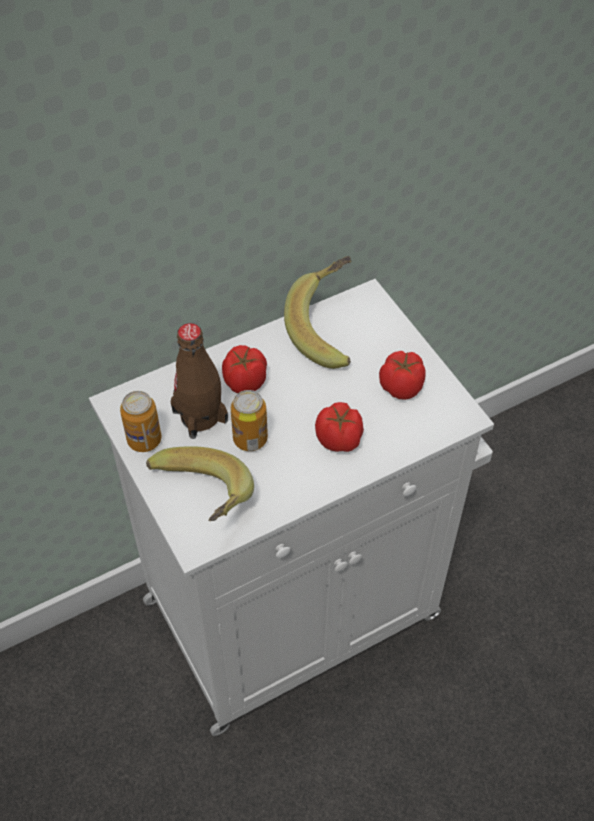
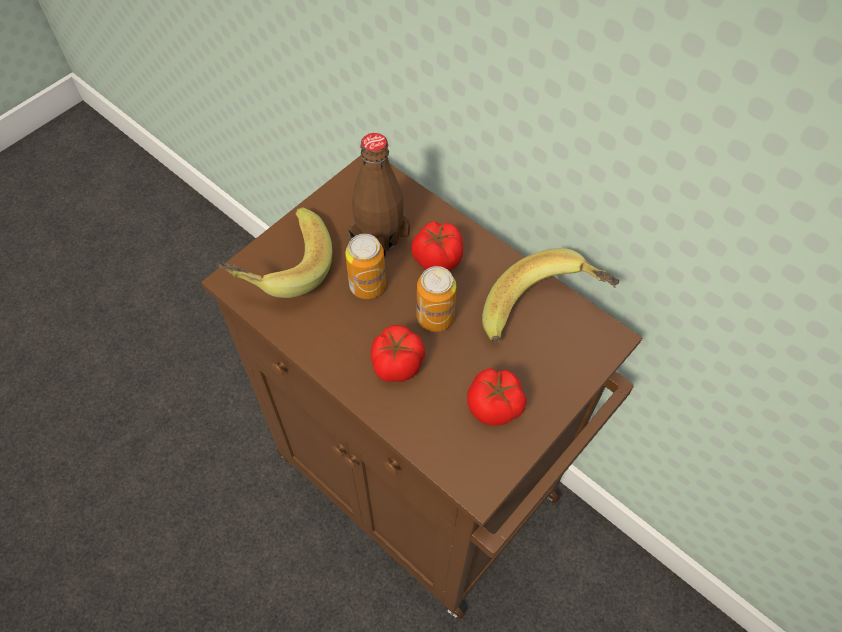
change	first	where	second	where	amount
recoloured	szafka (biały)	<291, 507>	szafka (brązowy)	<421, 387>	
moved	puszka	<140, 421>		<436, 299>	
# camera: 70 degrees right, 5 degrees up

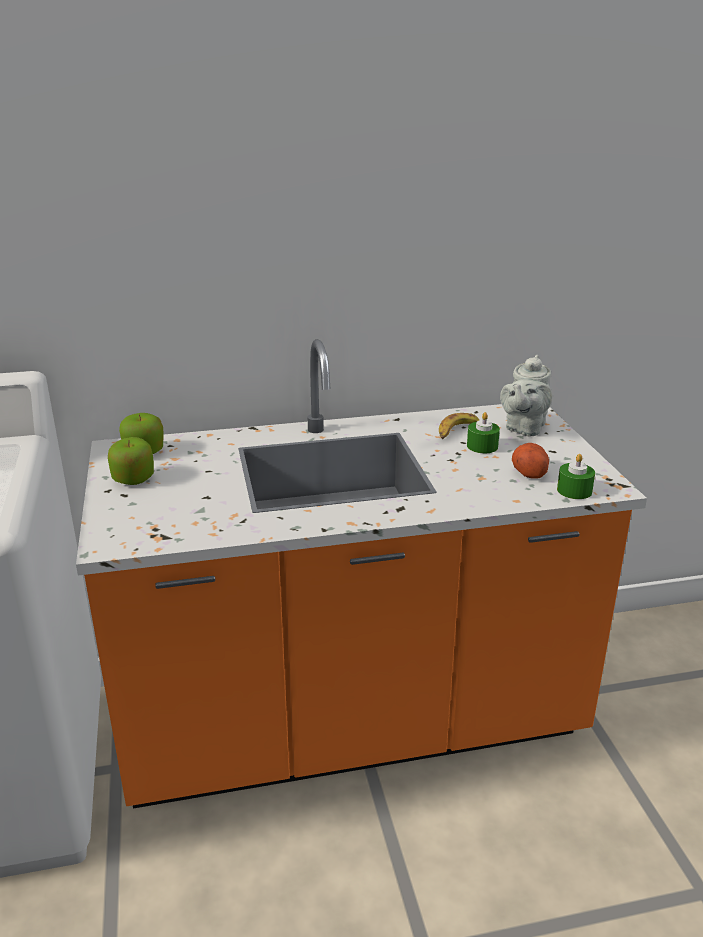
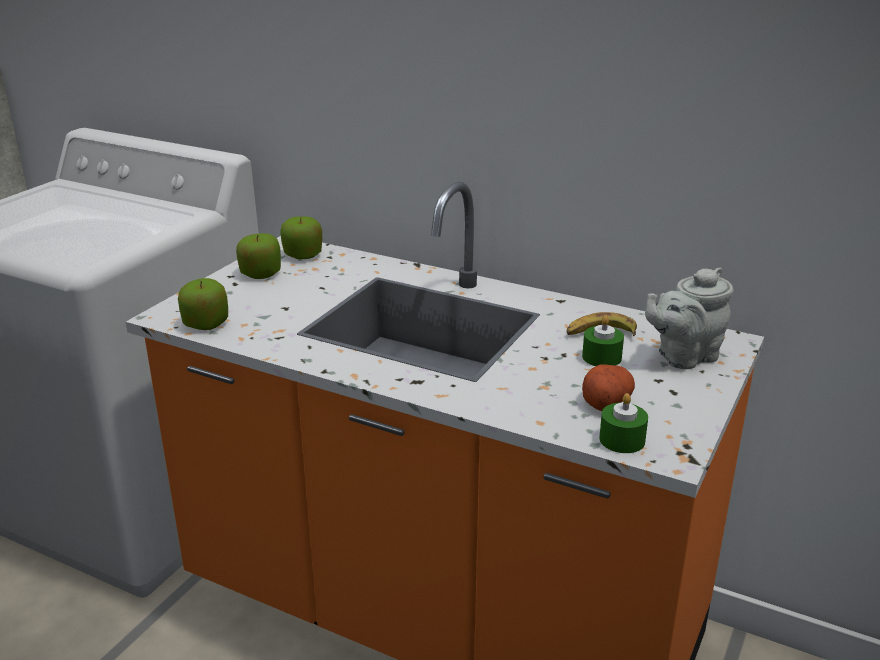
change	first	where	second	where	amount
added			jabłko	<203, 304>	
# camera: 40 degrees right, 0 degrees up

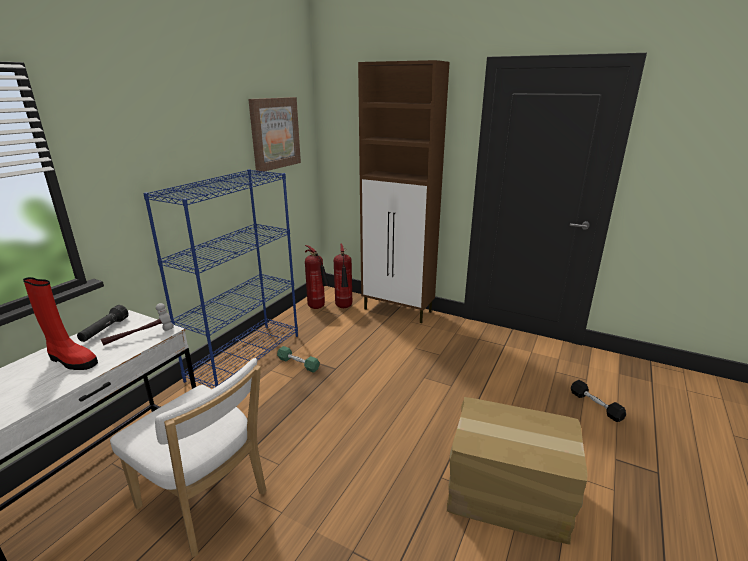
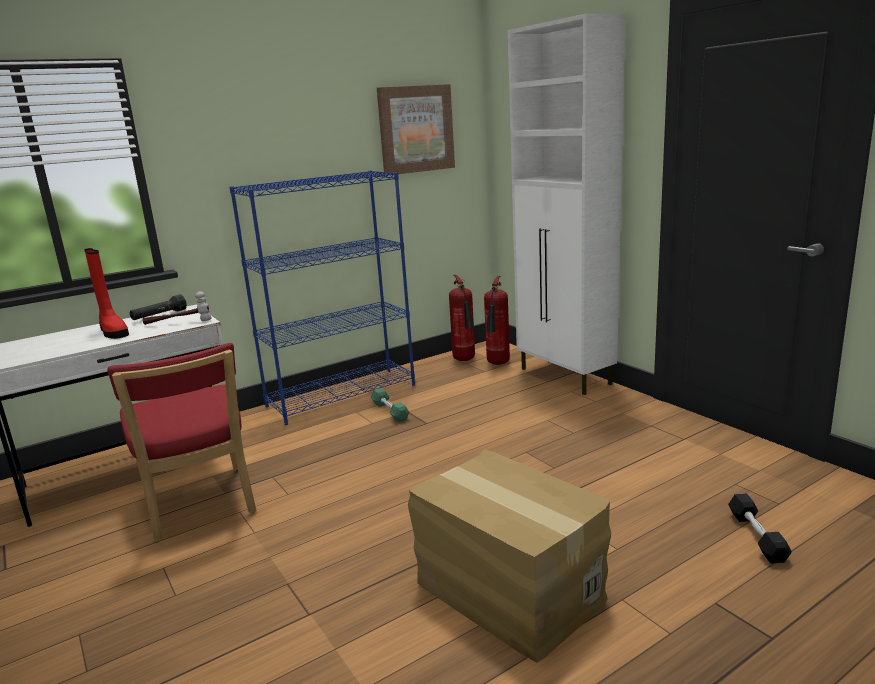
change	first	where	second	where	amount
recoloured	krzesło (biały)	<188, 458>	krzesło (czerwony)	<182, 442>	
recoloured	szafka (brązowy)	<404, 191>	szafka (biały)	<566, 204>	
# camera: 30 degrees right, 5 degrees down

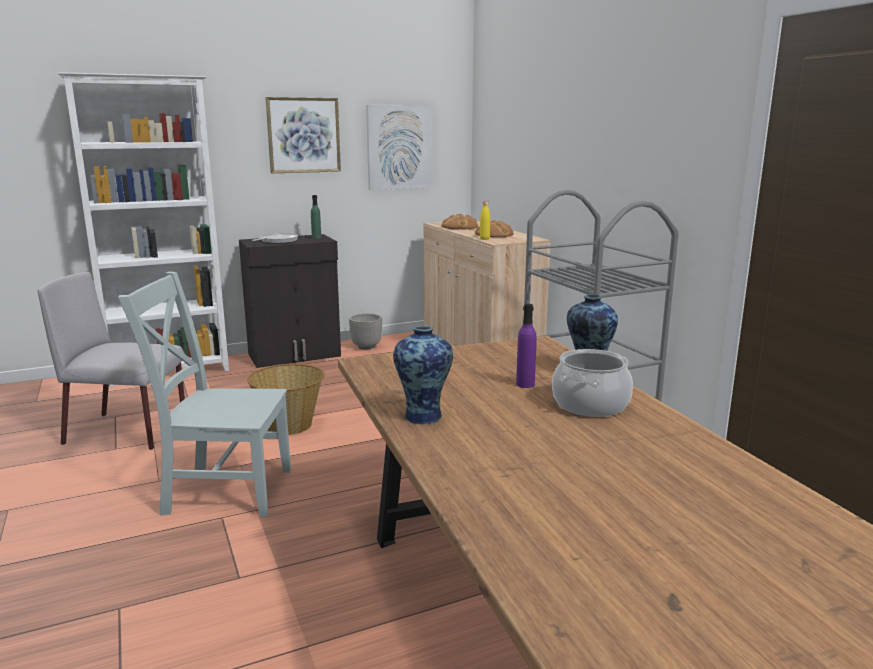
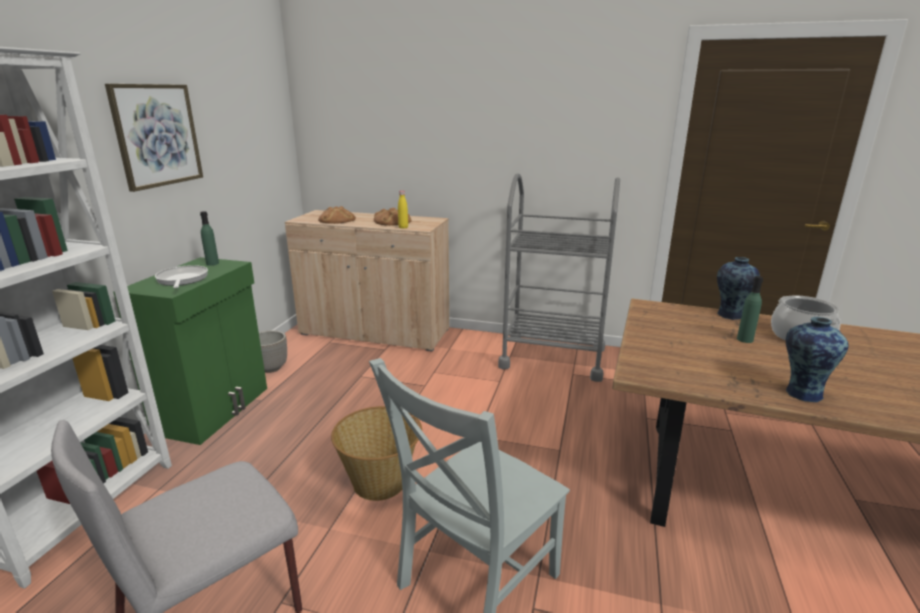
change	first	where	second	where	amount
recoloured	szafka (czarny)	<290, 301>	szafka (zielony)	<190, 351>	
removed	obraz	<399, 147>			
recoloured	butelka (fioletowy)	<526, 346>	butelka (zielony)	<750, 309>	
# camera: 50 degrees left, 5 degrees up

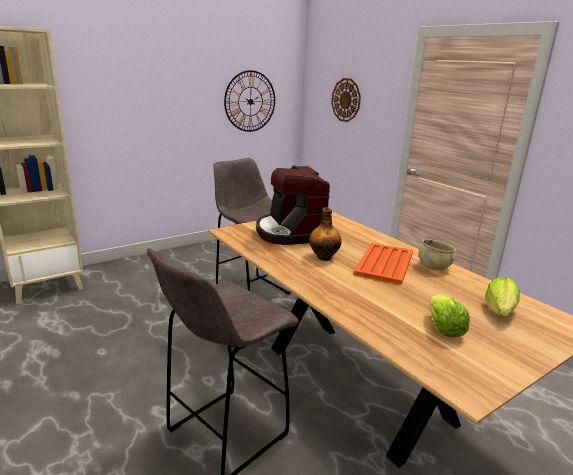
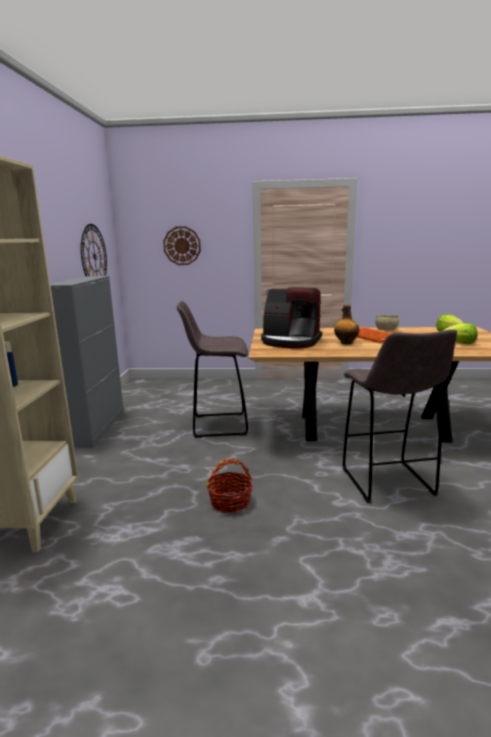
change	first	where	second	where	amount
added			szafka (szary)	<87, 362>	
added			koszyk	<229, 485>	
# camera: 50 degrees left, 5 degrees down

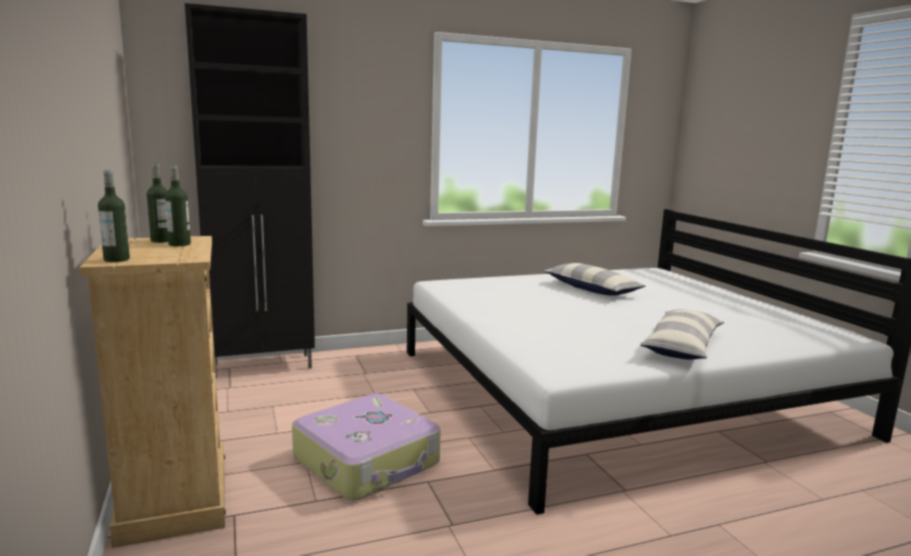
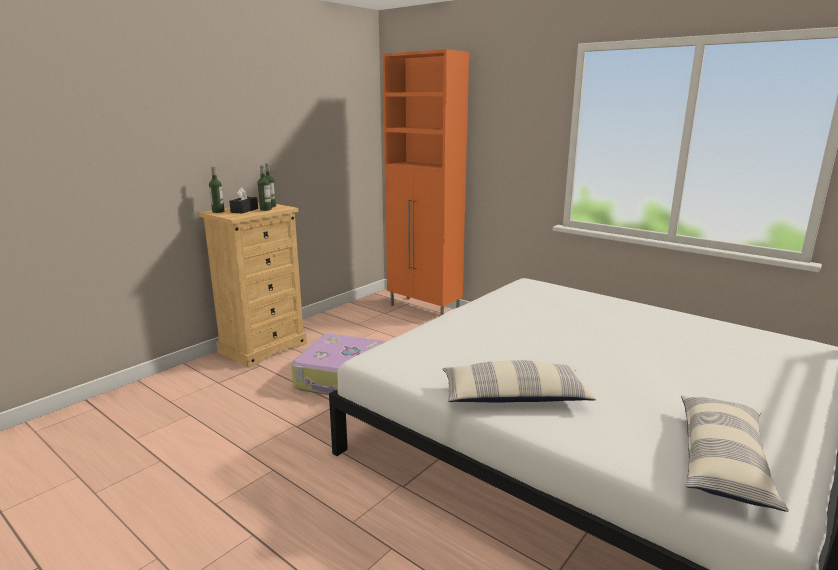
change	first	where	second	where	amount
recoloured	szafka (czarny)	<250, 190>	szafka (pomarańczowy)	<426, 182>	
moved	poduszka	<594, 279>		<735, 453>	
added			pudełko chusteczek (czarny)	<243, 200>	
# camera: 60 degrees right, 5 degrees up

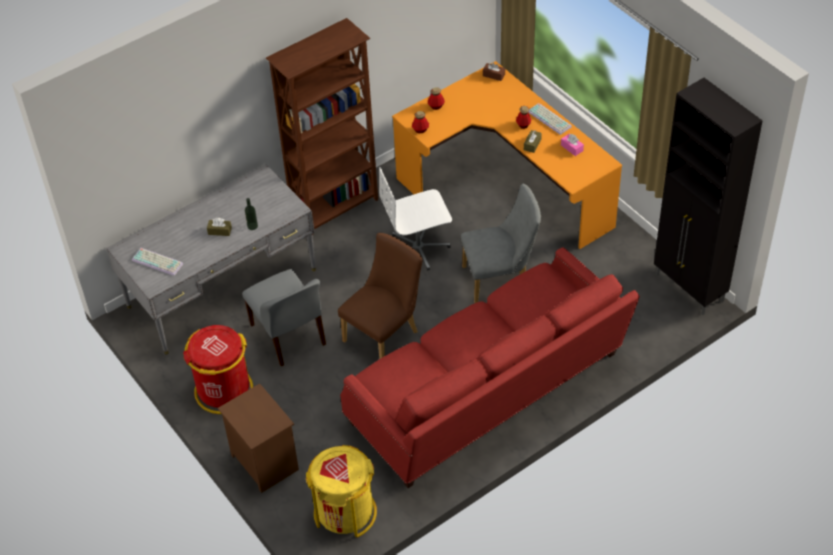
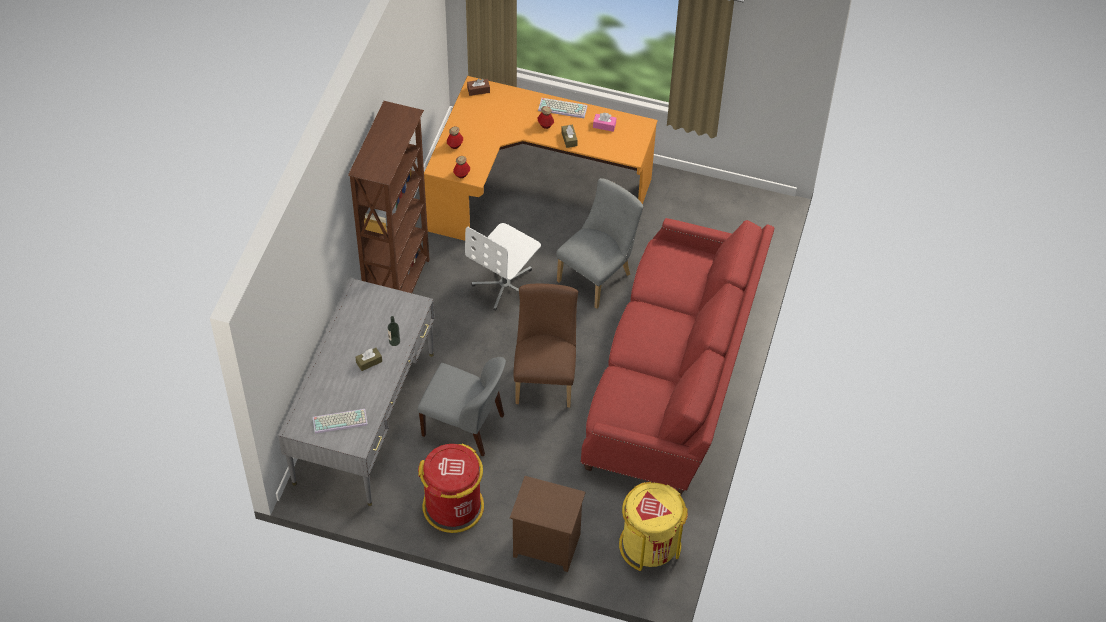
change	first	where	second	where	amount
removed	szafka (czarny)	<708, 196>			
# camera: 40 degrees left, 5 degrees up

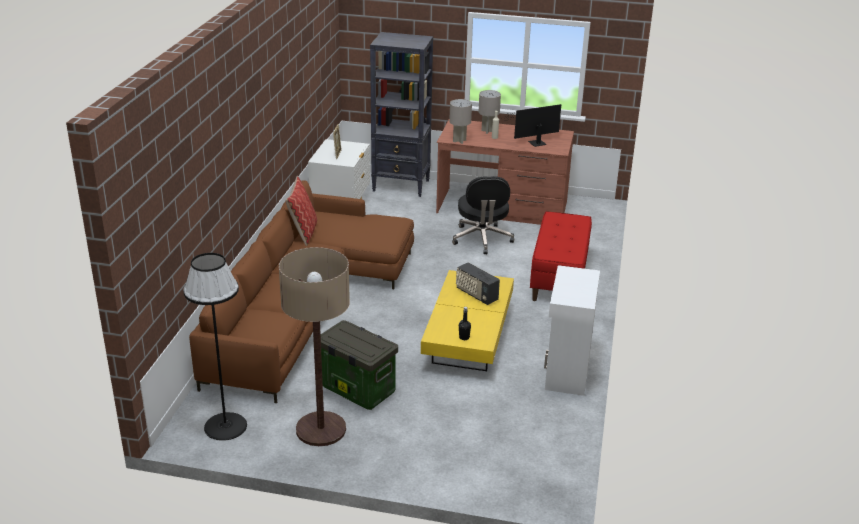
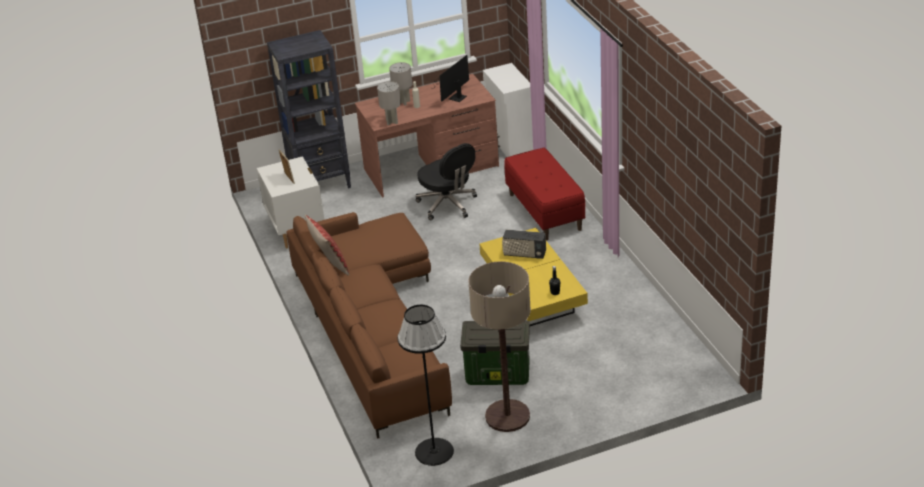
change	first	where	second	where	amount
moved	szafka (biały)	<572, 330>		<508, 110>	
# camera: 30 degrees left, 5 degrees up

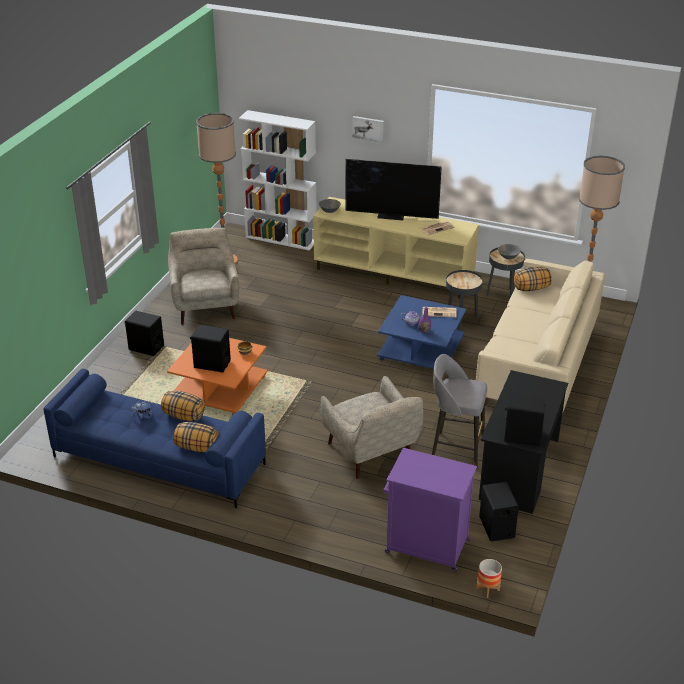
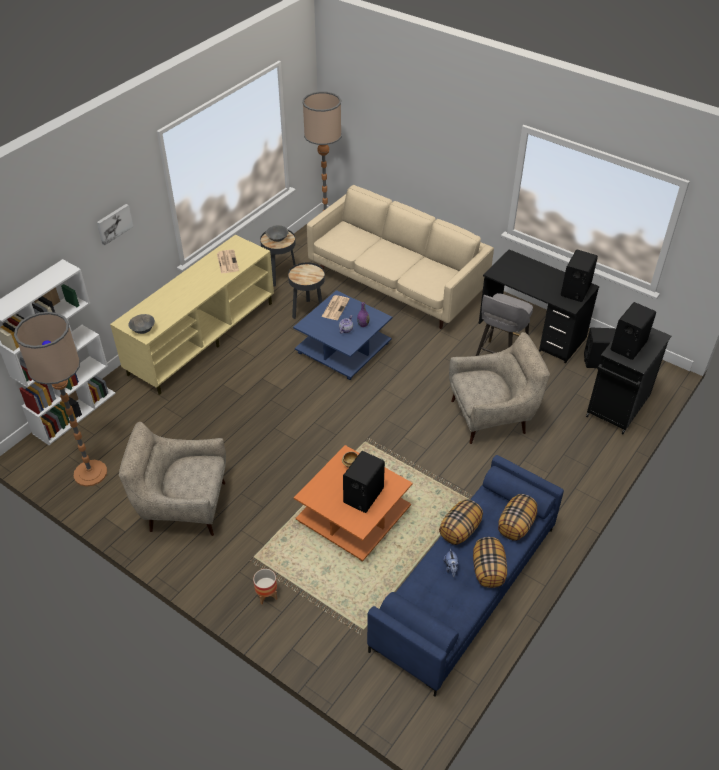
change	first	where	second	where	amount
moved	głośnik (czarny)	<144, 333>		<633, 331>	
removed	telewizor	<393, 189>			
recoloured	szafka (fioletowy)	<430, 510>	szafka (czarny)	<628, 381>	
moved	donica	<489, 578>		<265, 586>	
moved	poduszka	<533, 279>		<490, 562>	
# camera: 75 degrees left, 10 degrees up

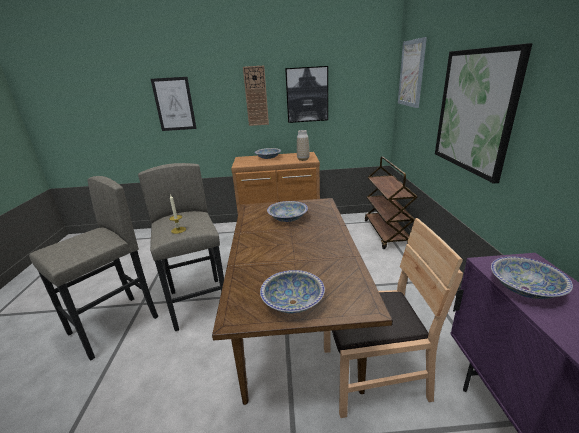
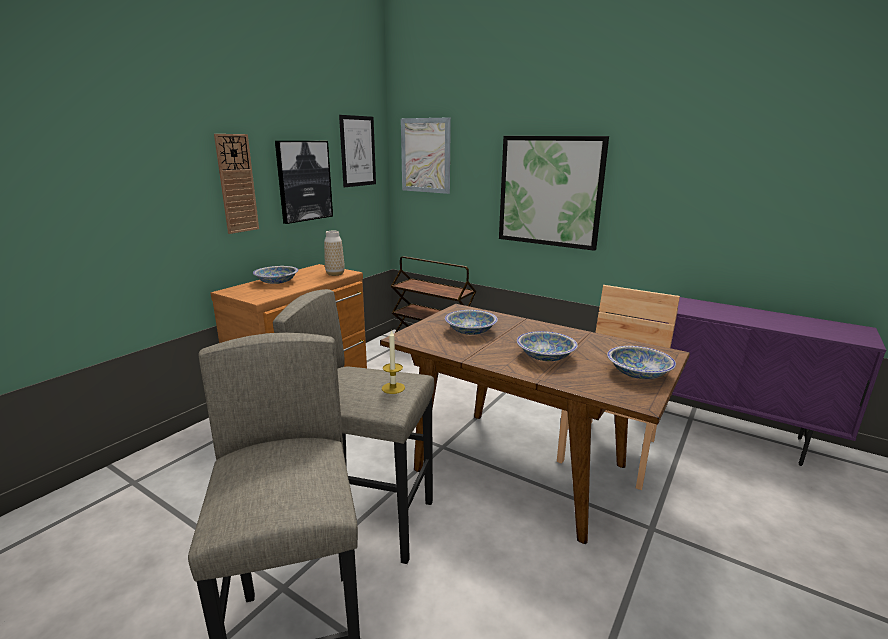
change	first	where	second	where	amount
moved	obraz	<174, 104>		<357, 151>	
moved	miska	<532, 278>		<547, 346>	
# camera: 55 degrees left, 5 degrees down

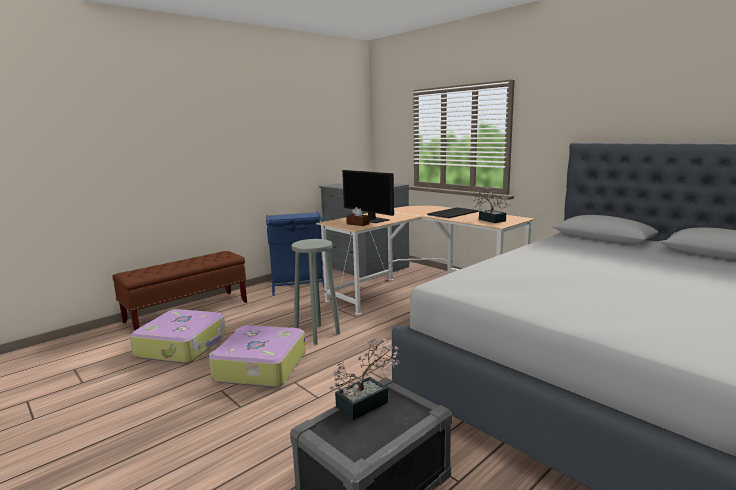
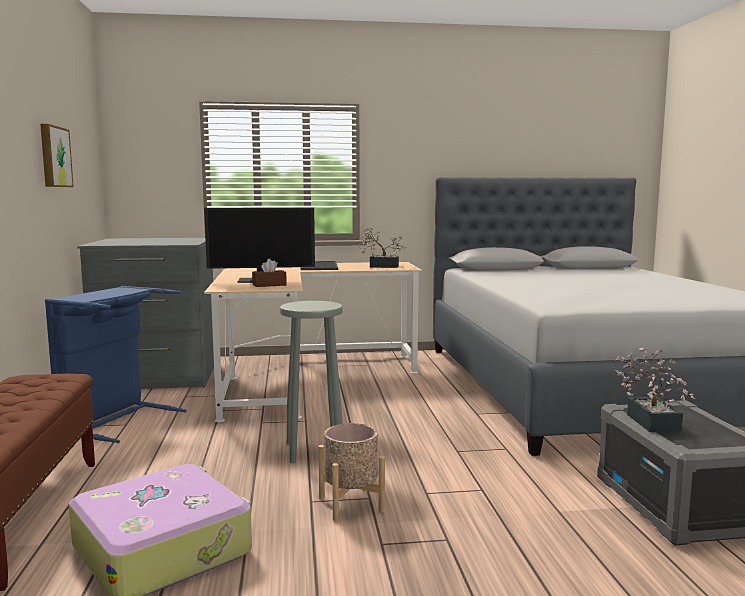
change	first	where	second	where	amount
replaced	walizka	<257, 356>	donica (beżowy)	<351, 472>	
added			obraz	<57, 155>	
# camera: 55 degrees left, 5 degrees down

